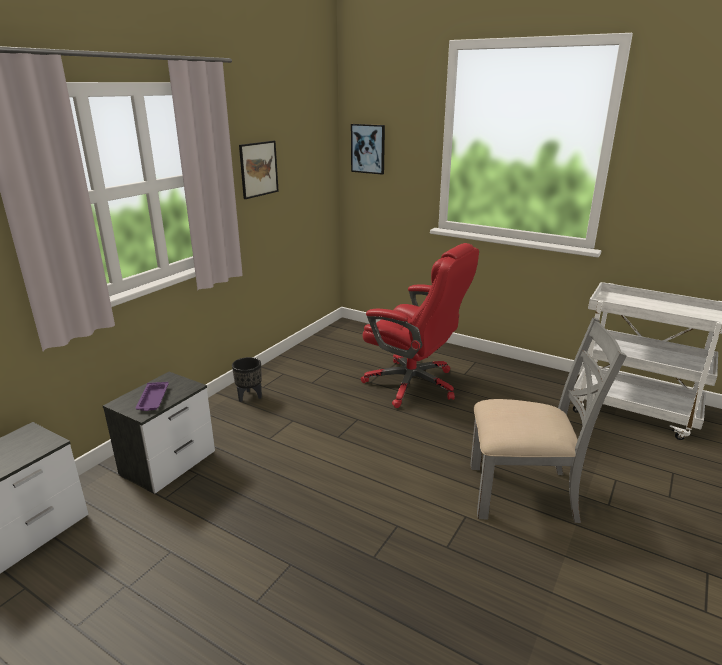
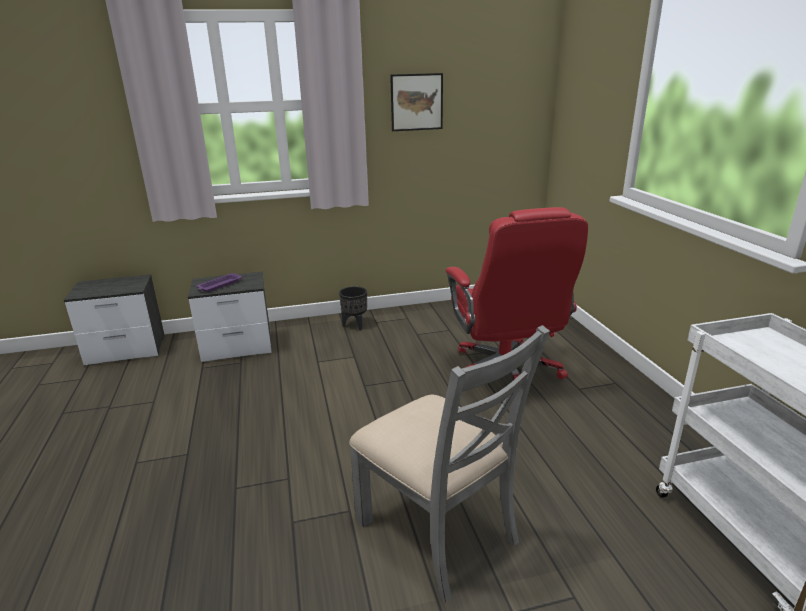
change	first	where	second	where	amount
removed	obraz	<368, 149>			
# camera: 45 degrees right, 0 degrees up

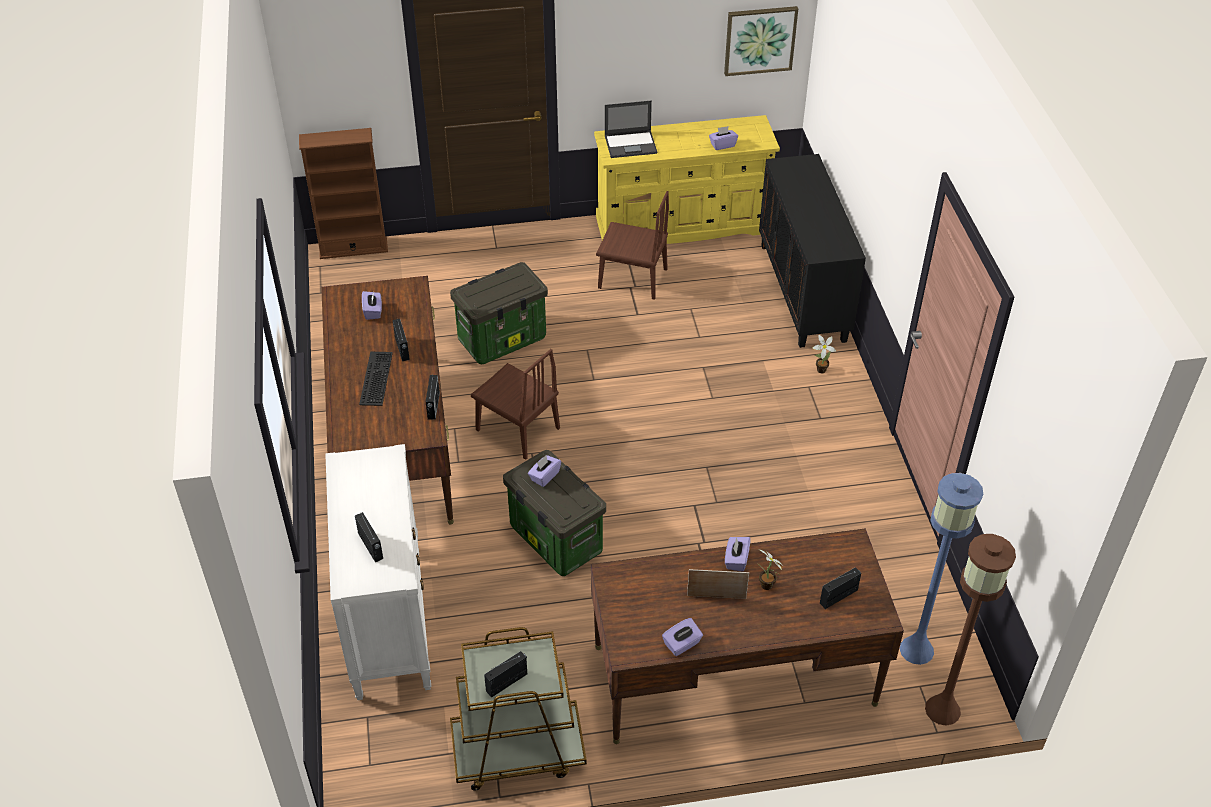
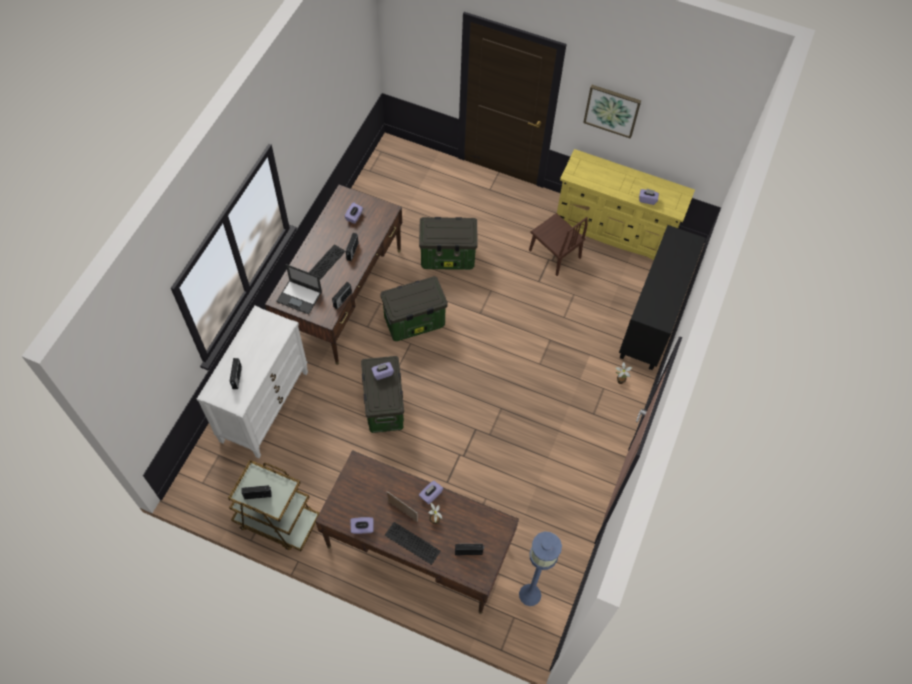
change	first	where	second	where	amount
removed	regał (brązowy)	<343, 193>			
replaced	krzesło (brązowy)	<515, 404>	pojemnik do przechowywania	<414, 308>	
moved	laptop	<631, 129>		<299, 289>	
moved	obraz	<761, 41>		<612, 112>	
removed	lampa stojąca (brązowy)	<970, 630>			
added			klawiatura	<412, 543>	
# camera: 30 degrees right, 15 degrees up

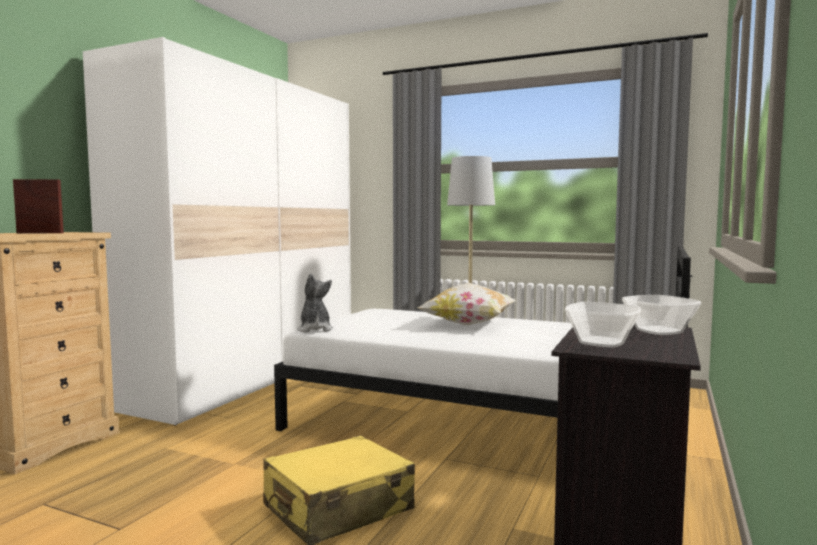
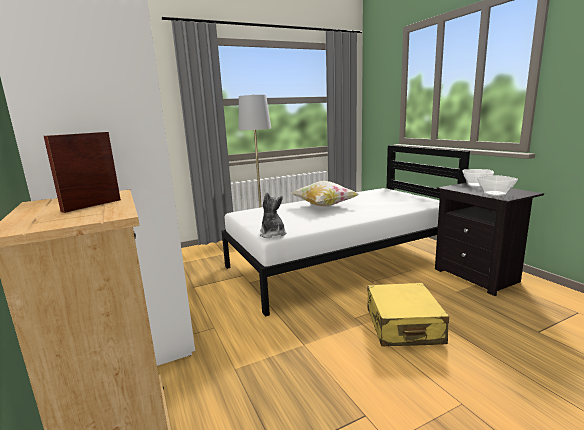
change	first	where	second	where	amount
turned	pluszak	<315, 303>		<273, 215>	45 degrees clockwise
# camera: 50 degrees left, 10 degrees up

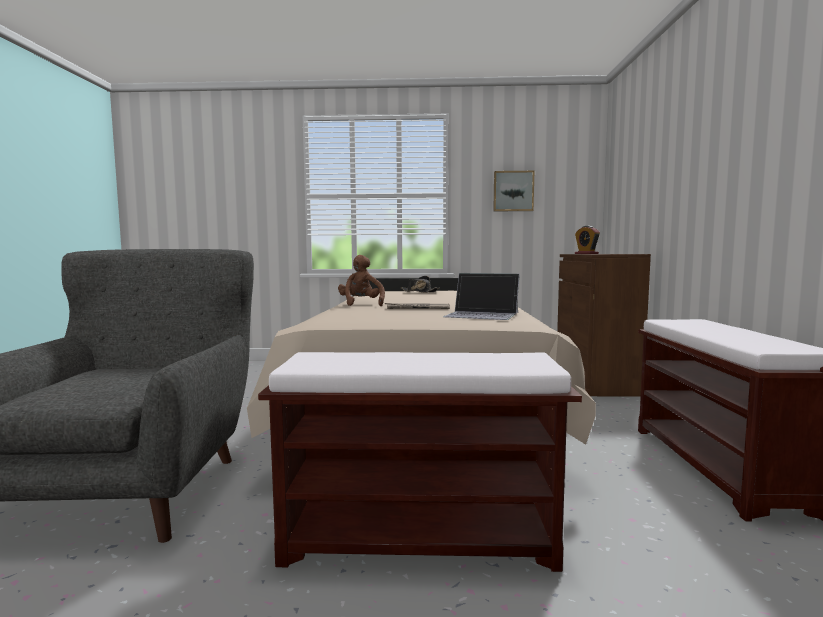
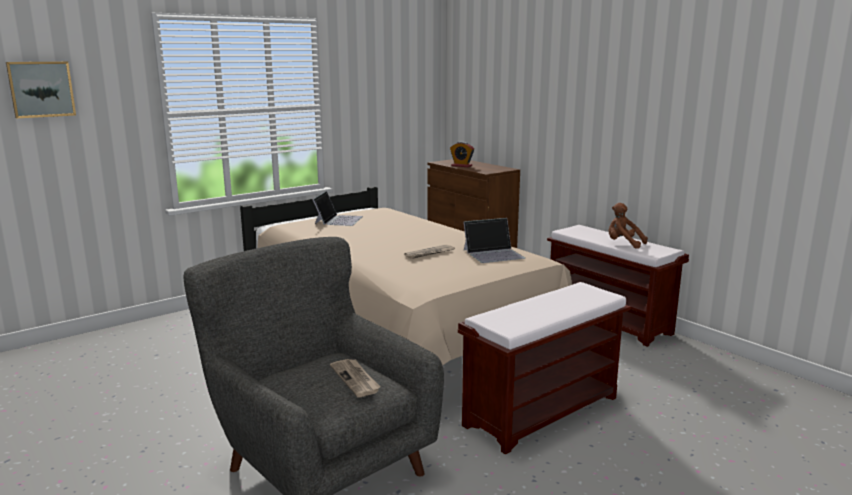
change	first	where	second	where	amount
moved	pluszak (brązowy)	<361, 280>		<628, 226>	
replaced	kapelusz (czarny)	<420, 284>	laptop	<338, 208>	
moved	obraz	<513, 191>		<41, 90>	
added			gazeta	<355, 378>	
# camera: 40 degrees left, 10 degrees up

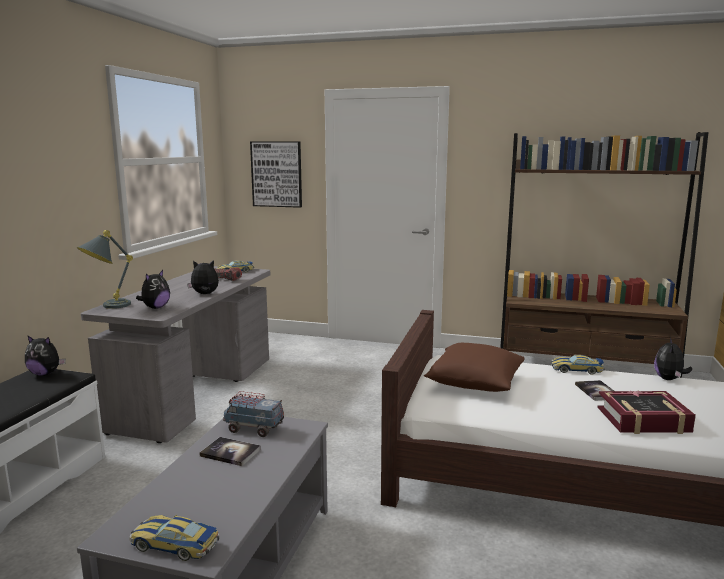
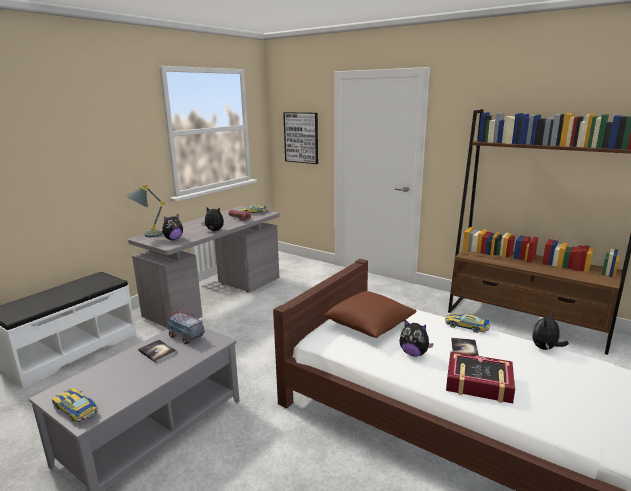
change	first	where	second	where	amount
moved	pluszak	<45, 355>		<416, 338>	
# camera: 20 degrees right, 5 degrees up

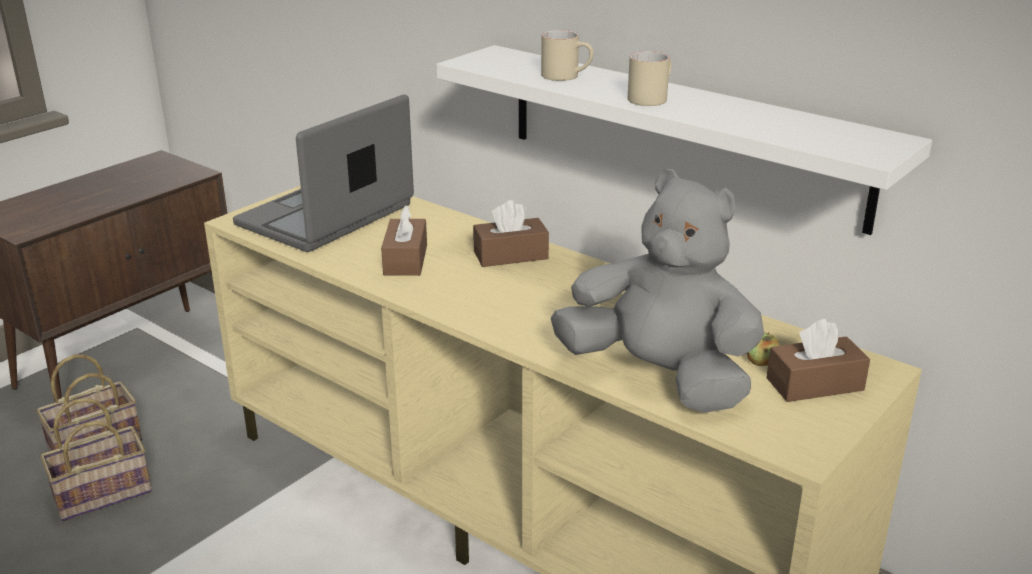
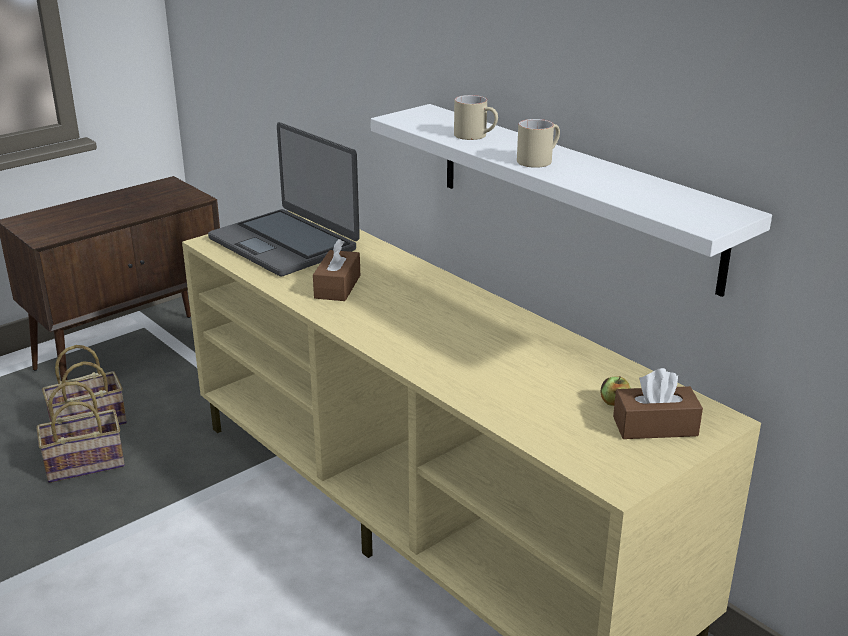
change	first	where	second	where	amount
turned	laptop	<323, 173>		<284, 199>	90 degrees counterclockwise
removed	pudełko chusteczek (brązowy)	<511, 233>			
removed	pluszak (szary)	<657, 291>			
# camera: 10 degrees right, 0 degrees up

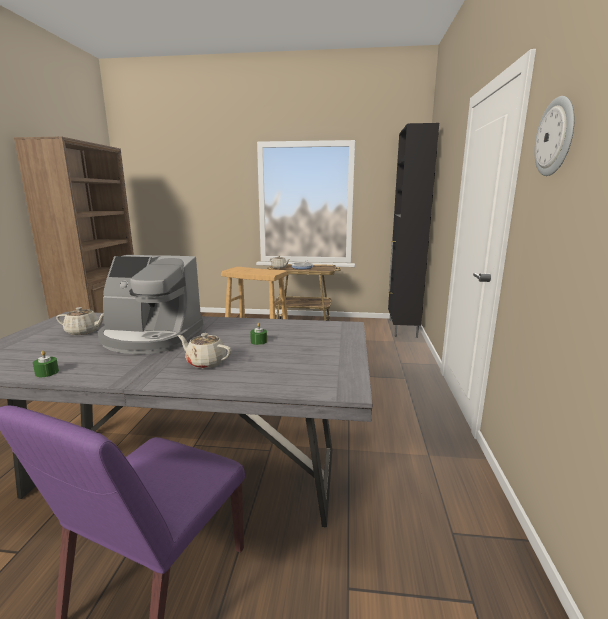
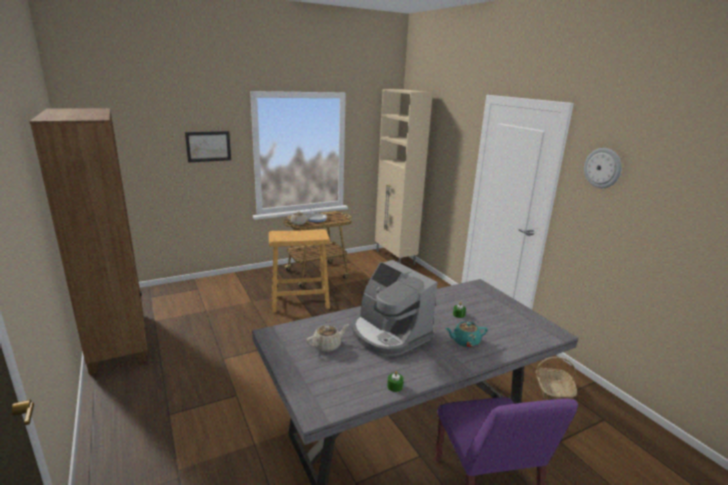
change	first	where	second	where	amount
turned	ekspres do kawy	<150, 304>		<394, 308>	75 degrees clockwise
recoloured	imbryk (beżowy)	<205, 350>	imbryk (turkusowy)	<466, 334>	
recoloured	szafka (czarny)	<413, 230>	szafka (beżowy)	<404, 177>	
added			obraz	<208, 147>	
added			koszyk	<556, 378>	
# camera: 35 degrees left, 5 degrees up

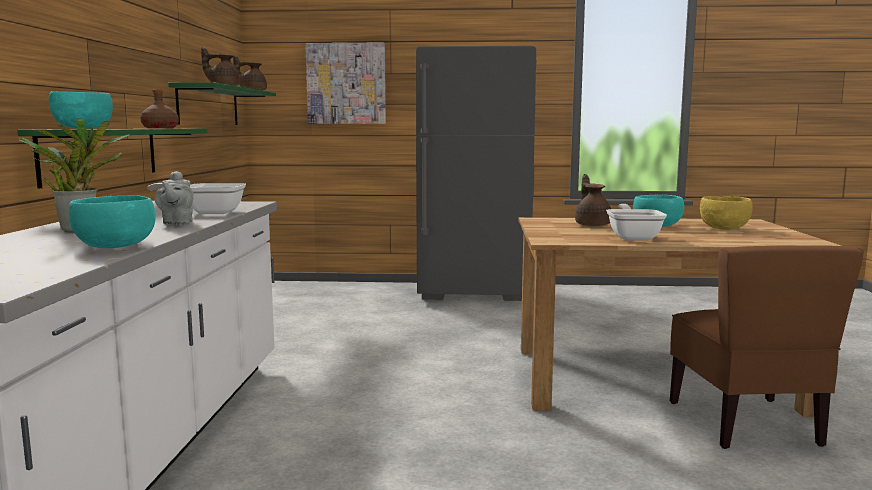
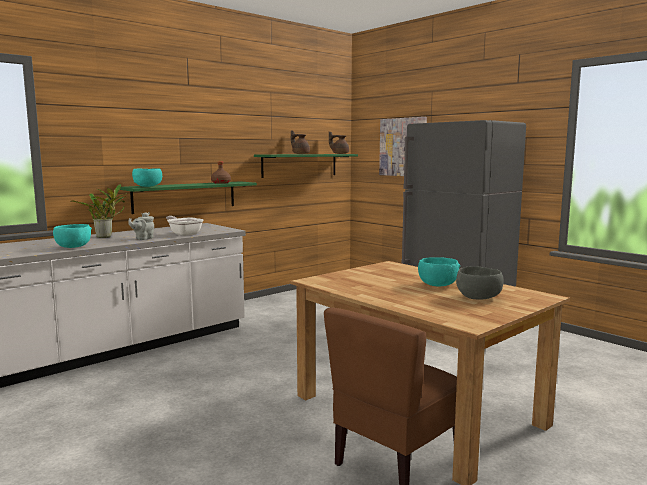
change	first	where	second	where	amount
removed	imbryk (brązowy)	<593, 200>			
removed	patelnia	<636, 222>			
recoloured	miska (żółty)	<726, 213>	miska (szary)	<480, 283>	
# camera: 45 degrees right, 0 degrees up

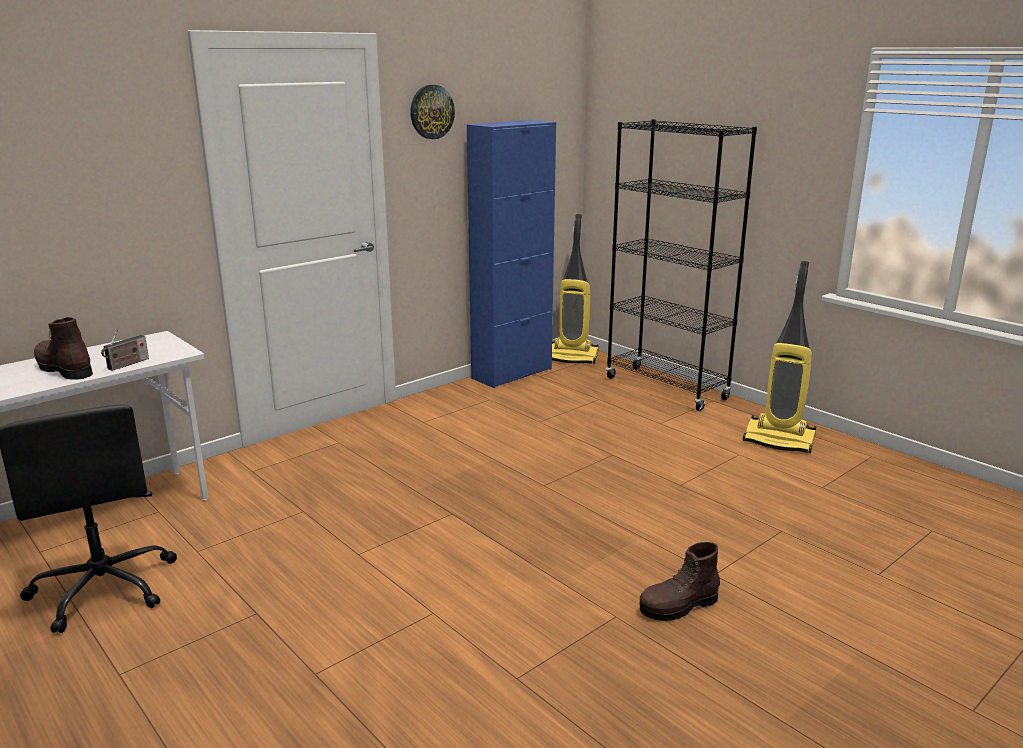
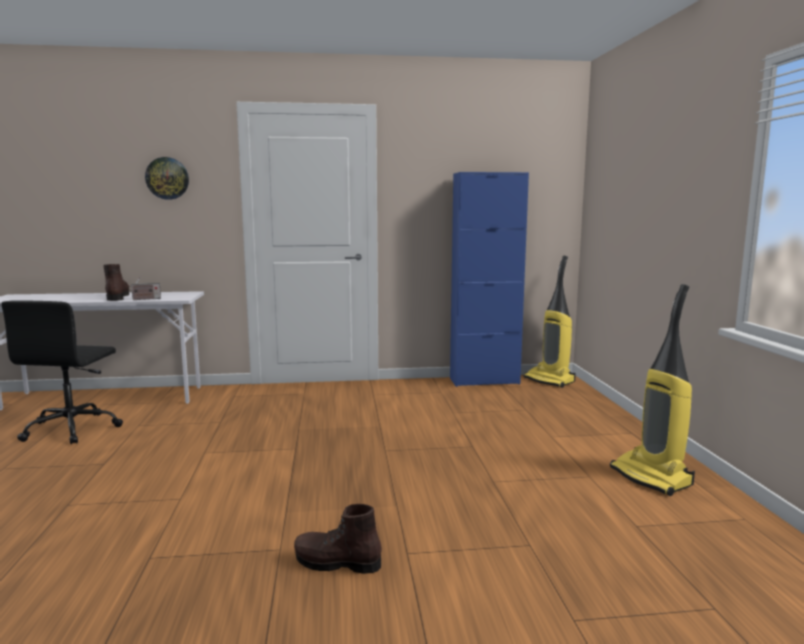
change	first	where	second	where	amount
moved	zegar ścienny	<432, 112>		<167, 178>	
removed	regał (czarny)	<681, 265>			
# camera: 35 degrees right, 10 degrees down

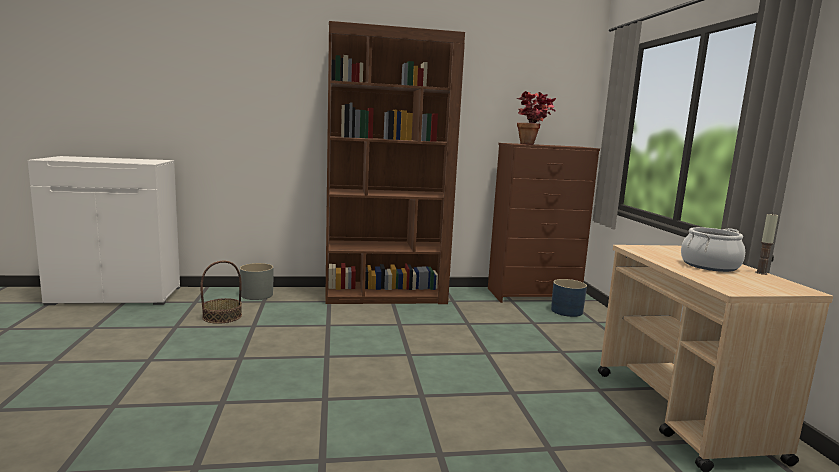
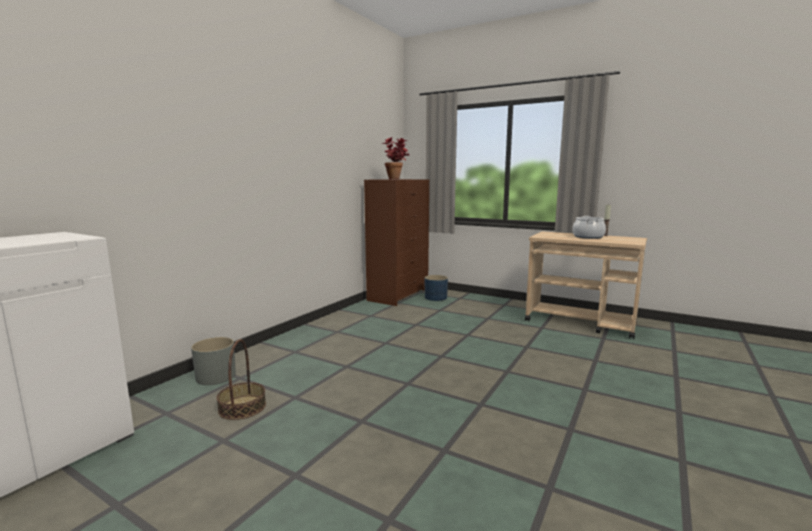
change	first	where	second	where	amount
removed	regał (brązowy)	<395, 162>			
# camera: 50 degrees left, 0 degrees up

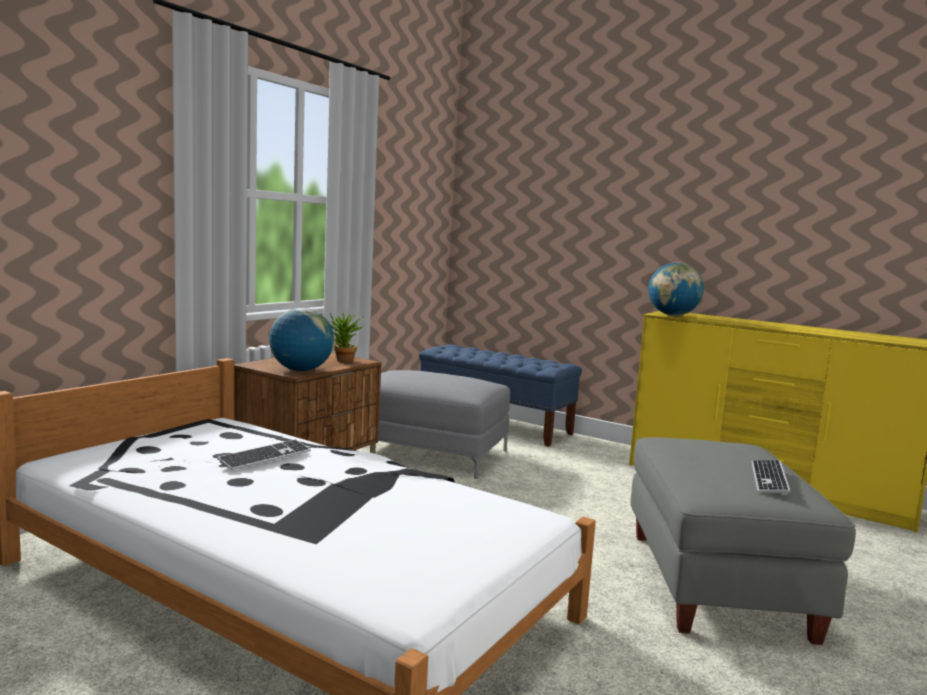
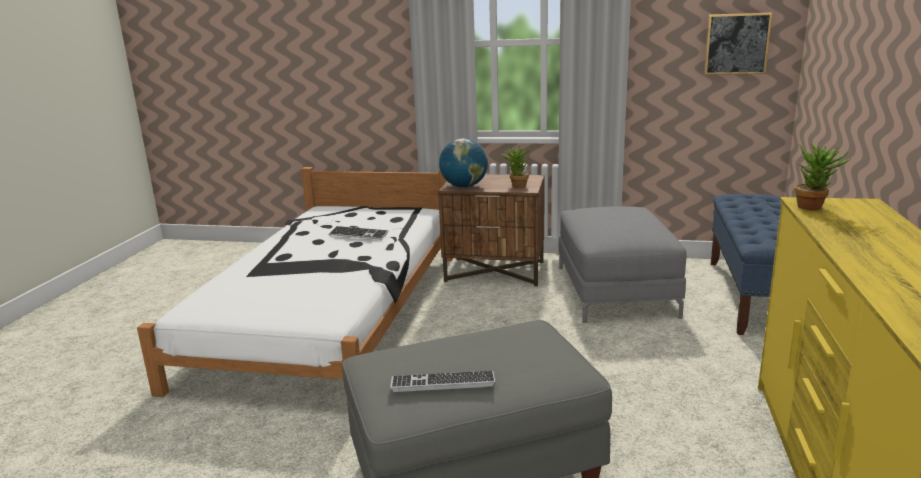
change	first	where	second	where	amount
replaced	globus	<676, 289>	roślina doniczkowa	<822, 176>	
added			obraz	<738, 44>	
# camera: 70 degrees right, 10 degrees up

